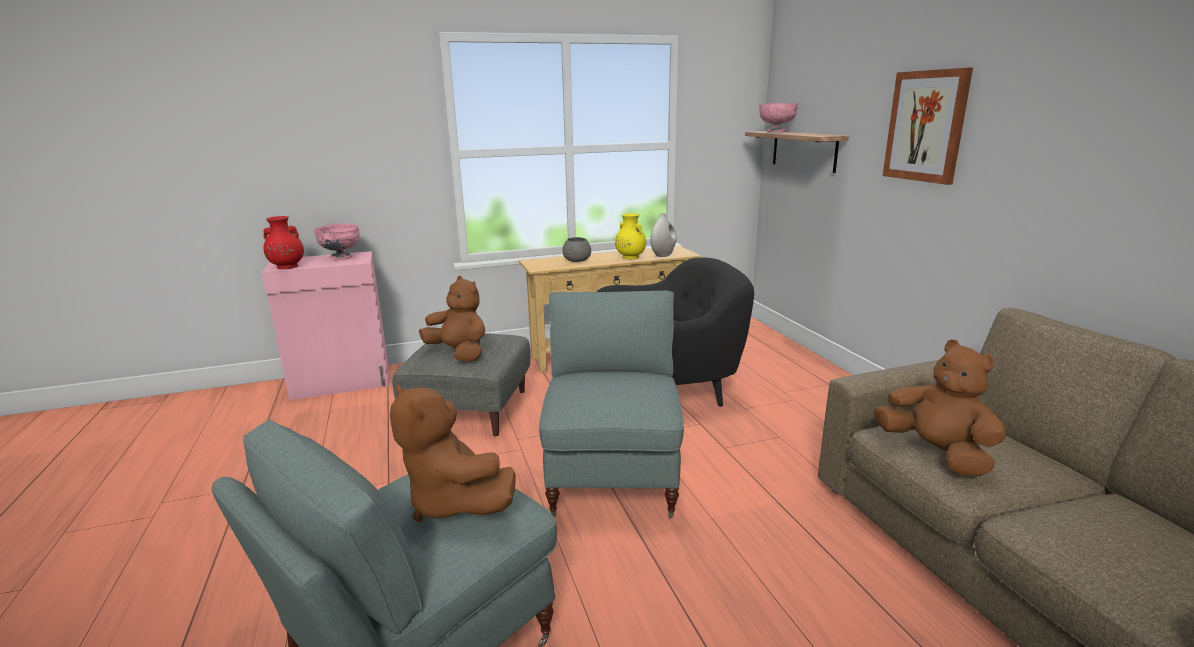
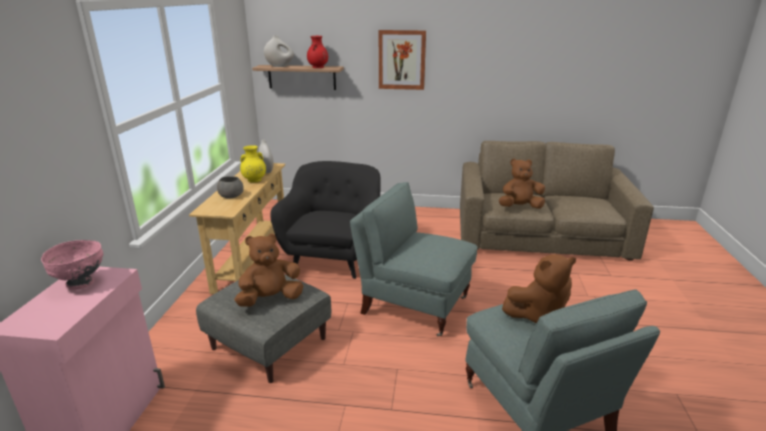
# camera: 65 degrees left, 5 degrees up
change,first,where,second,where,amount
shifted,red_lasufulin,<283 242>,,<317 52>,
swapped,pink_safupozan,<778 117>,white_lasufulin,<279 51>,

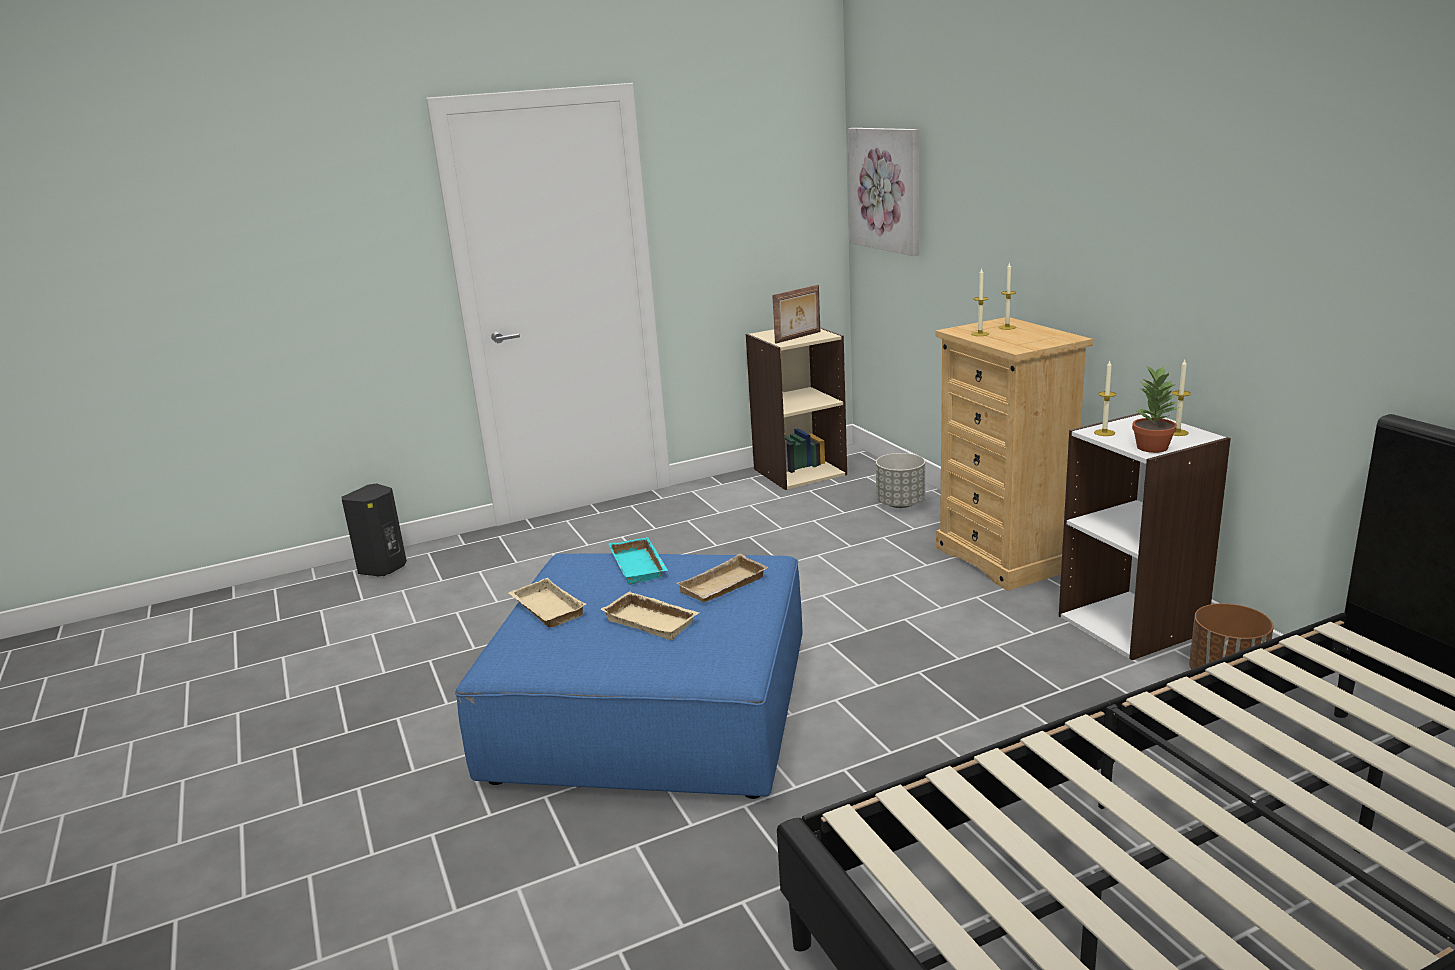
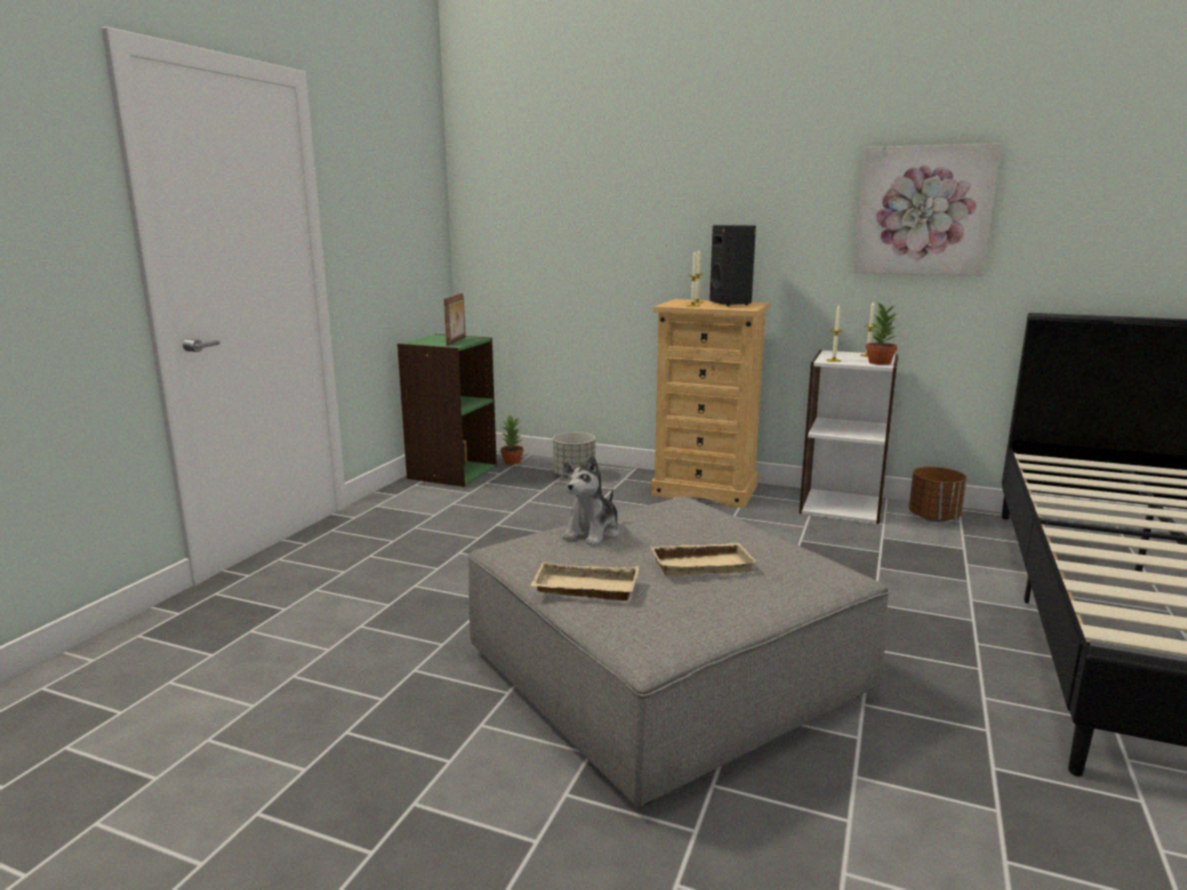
# camera: 45 degrees left, 5 degrees down
change,first,where,second,where,amount
gone,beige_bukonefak,<722 578>,,,
new,,,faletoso,<512 439>,
shifted,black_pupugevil,<374 529>,,<733 265>,
shifted,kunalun,<883 192>,,<927 209>,
swapped,turquoise_bukonefak,<638 561>,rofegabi,<591 500>,
repainted,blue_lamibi,<629 676>,grey_lamibi,<678 651>,
repainted,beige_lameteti,<796 408>,green_lameteti,<447 410>,

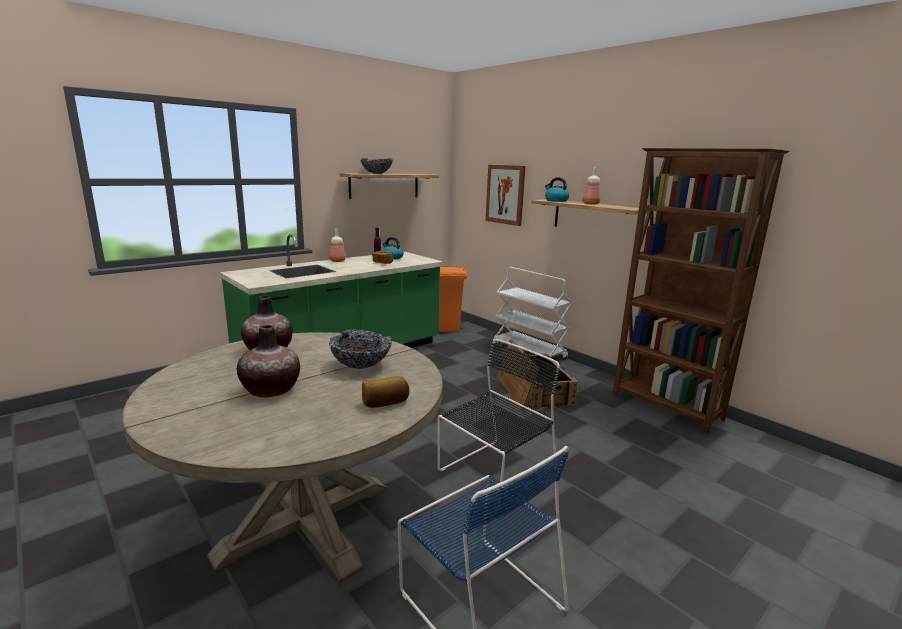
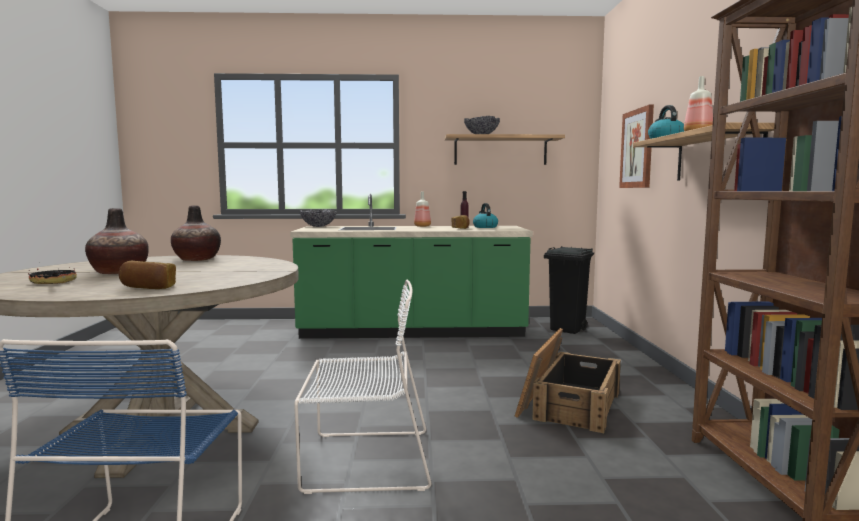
# camera: 40 degrees right, 10 degrees down
change,first,where,second,where,amount
gone,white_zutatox,<532 313>,,,
new,,,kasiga,<52 276>,
shifted,safupozan,<360 349>,,<318 218>,
repainted,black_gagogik,<499 422>,white_gagogik,<363 387>,
repainted,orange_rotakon,<453 299>,black_rotakon,<569 290>,

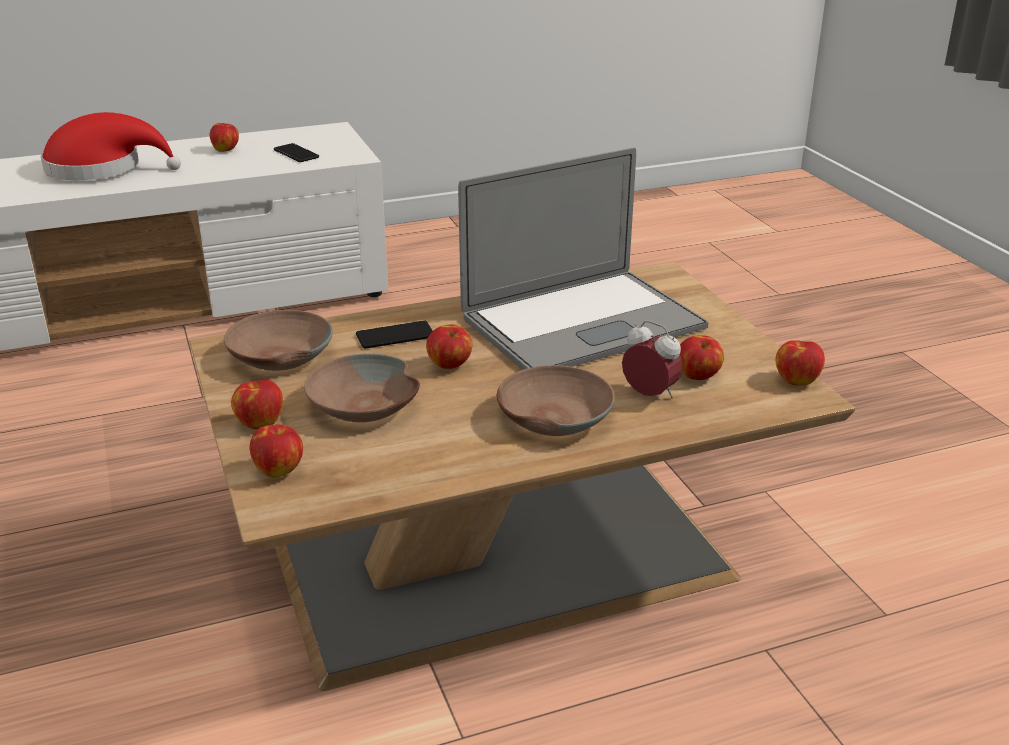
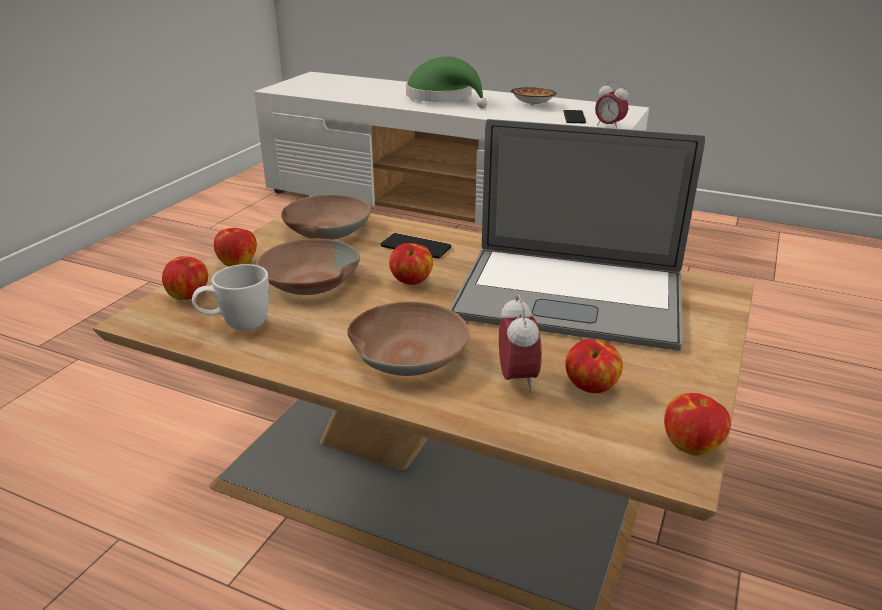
# camera: 45 degrees right, 0 degrees up
change,first,where,second,where,amount
new,,,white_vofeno,<230 297>,
new,,,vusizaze,<611 104>,
swapped,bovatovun,<224 137>,safupozan,<534 96>,
repainted,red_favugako,<111 146>,green_favugako,<446 82>,

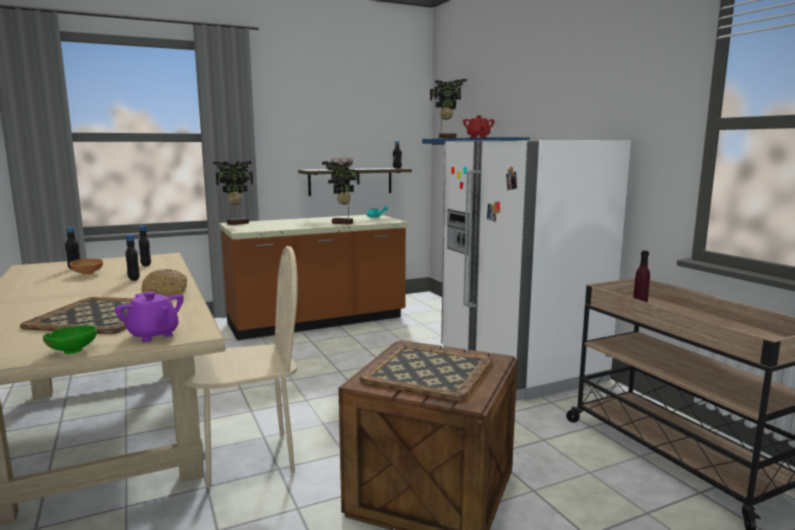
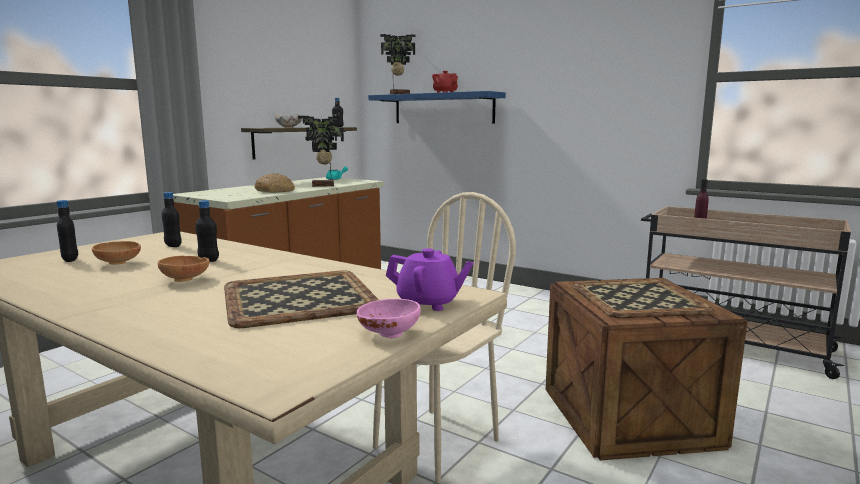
# camera: 30 degrees left, 0 degrees up
change,first,where,second,where,amount
gone,faletoso,<233 193>,,,
gone,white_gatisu,<536 270>,,,
new,,,brown_safupozan,<183 269>,
shifted,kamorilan,<164 283>,,<274 183>,
repainted,green_safupozan,<70 339>,pink_safupozan,<389 318>,

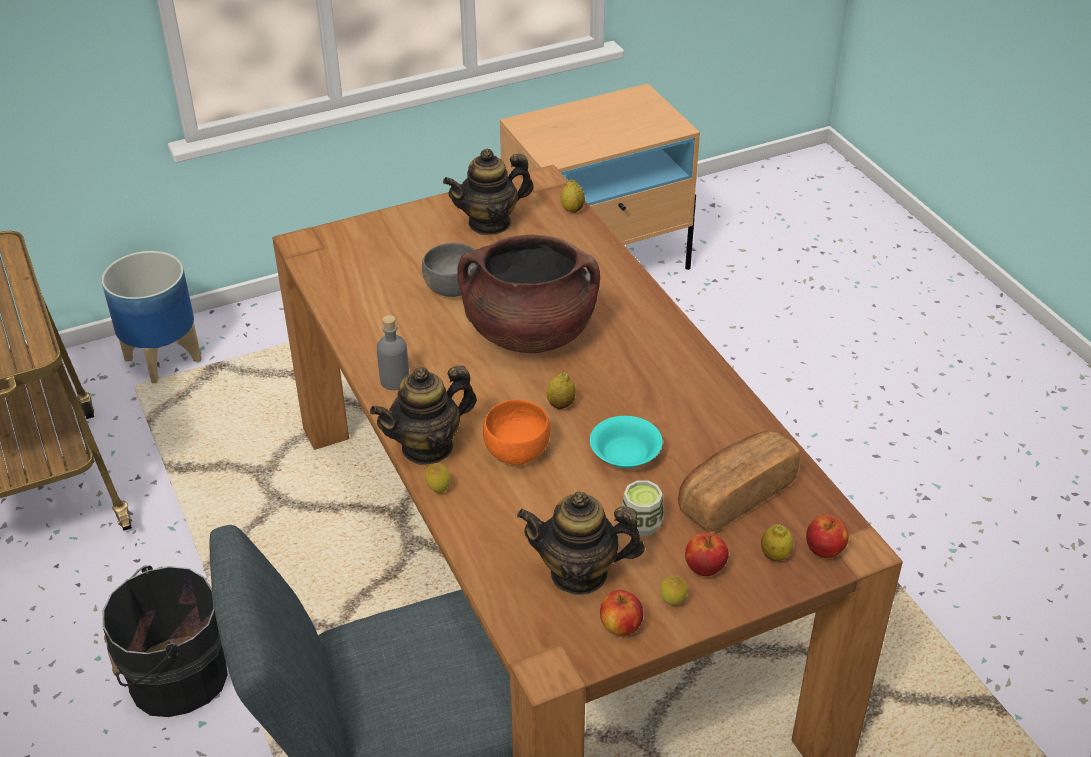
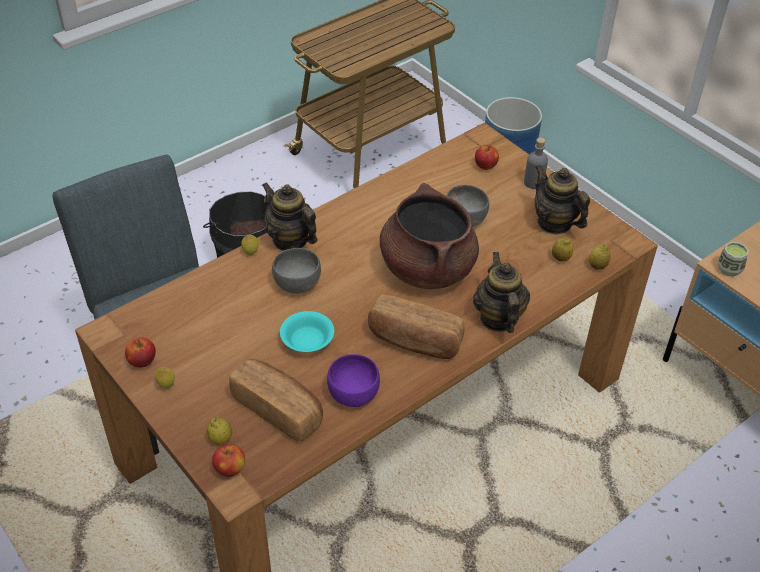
# camera: 75 degrees right, 5 degrees up
change,first,where,second,where,amount
new,,,purple_safupozan,<353 380>,
new,,,kamorilan,<416 327>,
shifted,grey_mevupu,<393 352>,,<536 163>,
shifted,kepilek,<581 543>,,<501 292>,
shifted,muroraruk,<561 390>,,<562 250>,
shifted,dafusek,<643 508>,,<733 259>,
shifted,bovatovun,<707 554>,,<487 157>,
repainted,orange_safupozan,<516 432>,grey_safupozan,<296 271>,

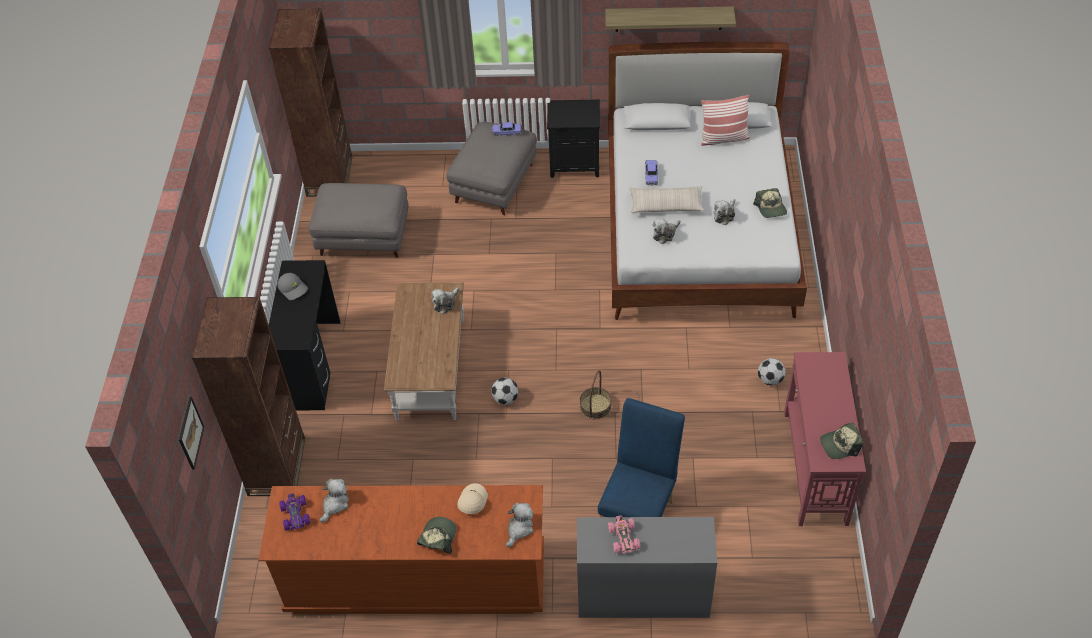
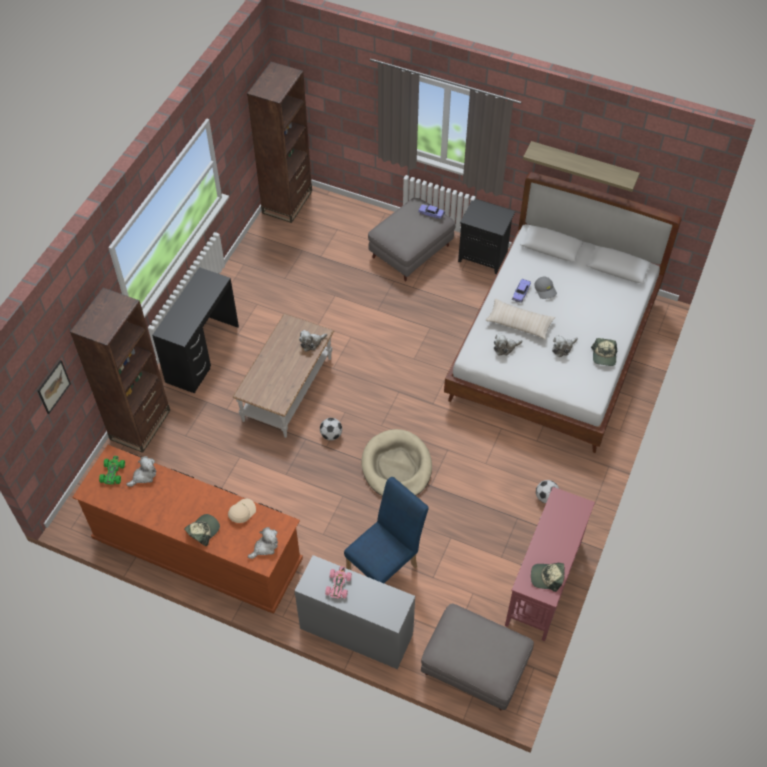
# camera: 20 degrees right, 5 degrees up
change,first,where,second,where,amount
gone,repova,<725 120>,,,
shifted,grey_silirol,<293 286>,,<545 288>,
shifted,grey_lamibi,<359 220>,,<477 656>,
swapped,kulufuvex,<596 394>,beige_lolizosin,<397 462>,
repainted,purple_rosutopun,<294 511>,green_rosutopun,<112 470>,

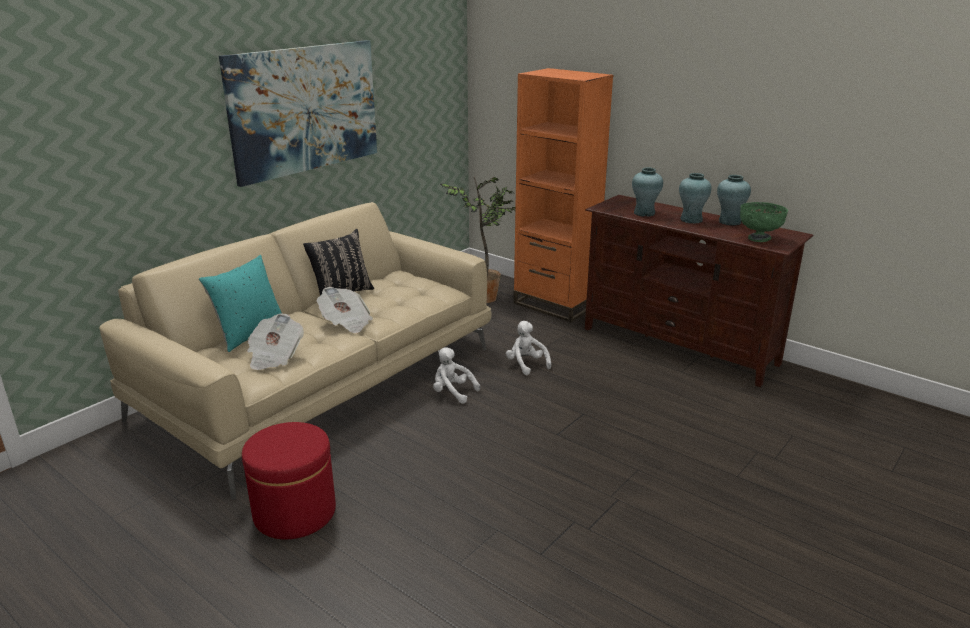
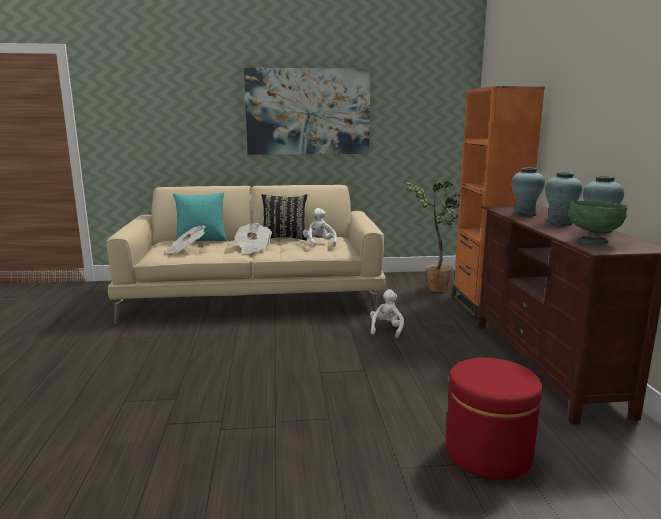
# camera: 45 degrees right, 10 degrees down
change,first,where,second,where,amount
shifted,red_lamibi,<289 480>,,<494 419>,
shifted,white_rofegabi,<456 375>,,<320 227>,

